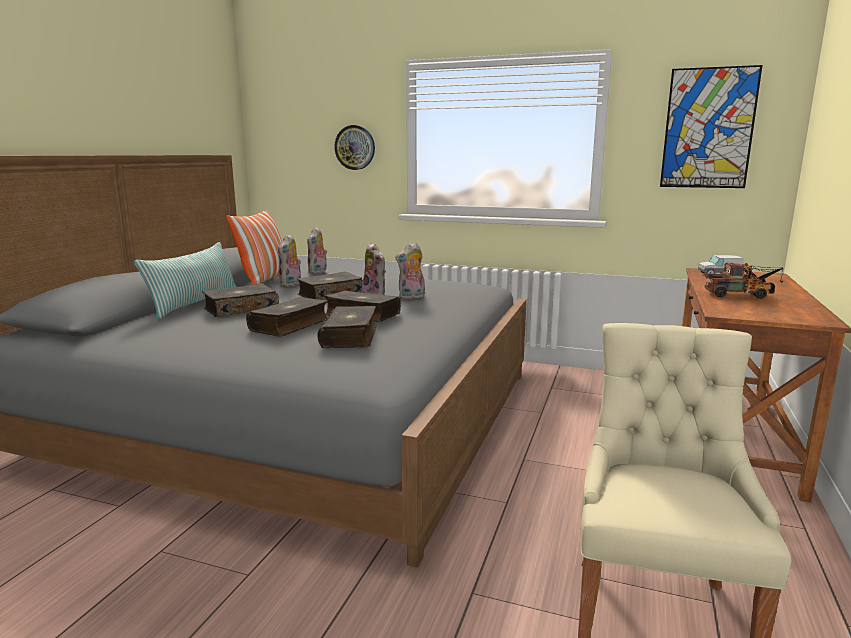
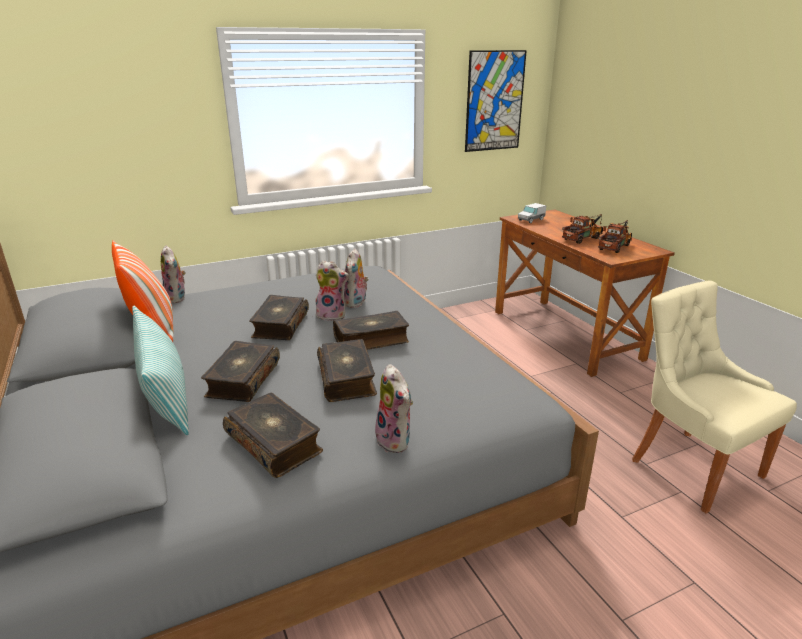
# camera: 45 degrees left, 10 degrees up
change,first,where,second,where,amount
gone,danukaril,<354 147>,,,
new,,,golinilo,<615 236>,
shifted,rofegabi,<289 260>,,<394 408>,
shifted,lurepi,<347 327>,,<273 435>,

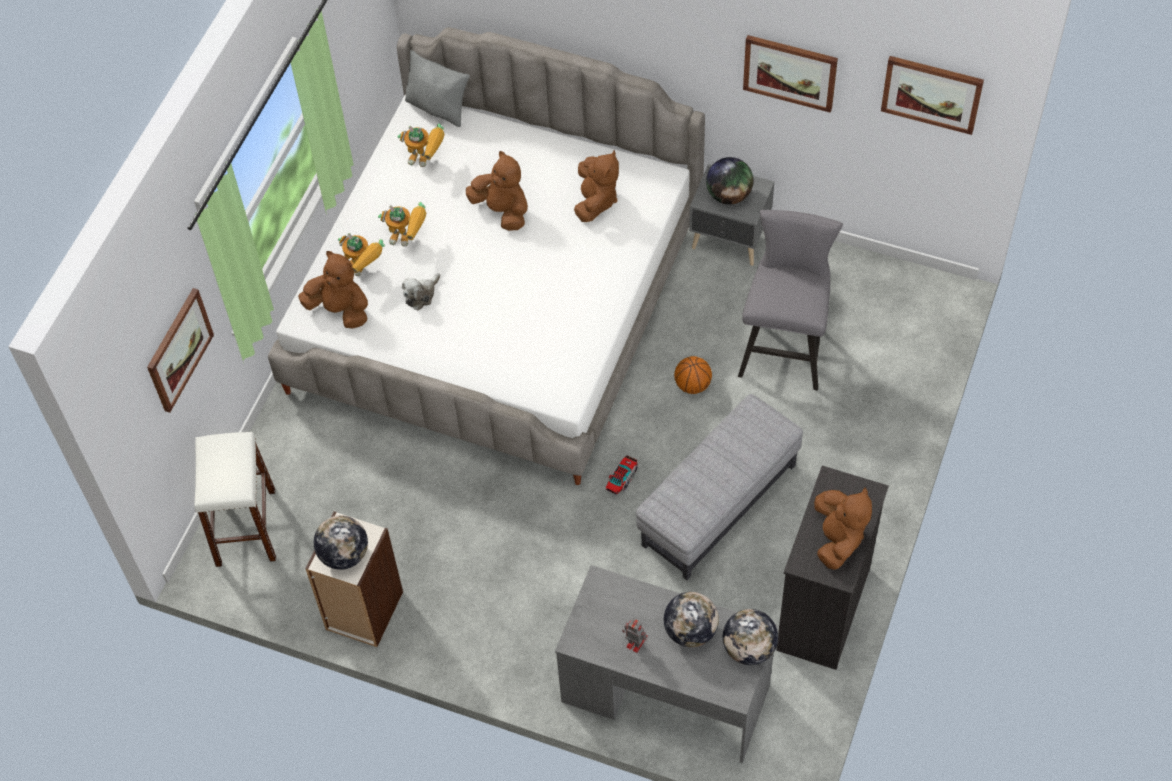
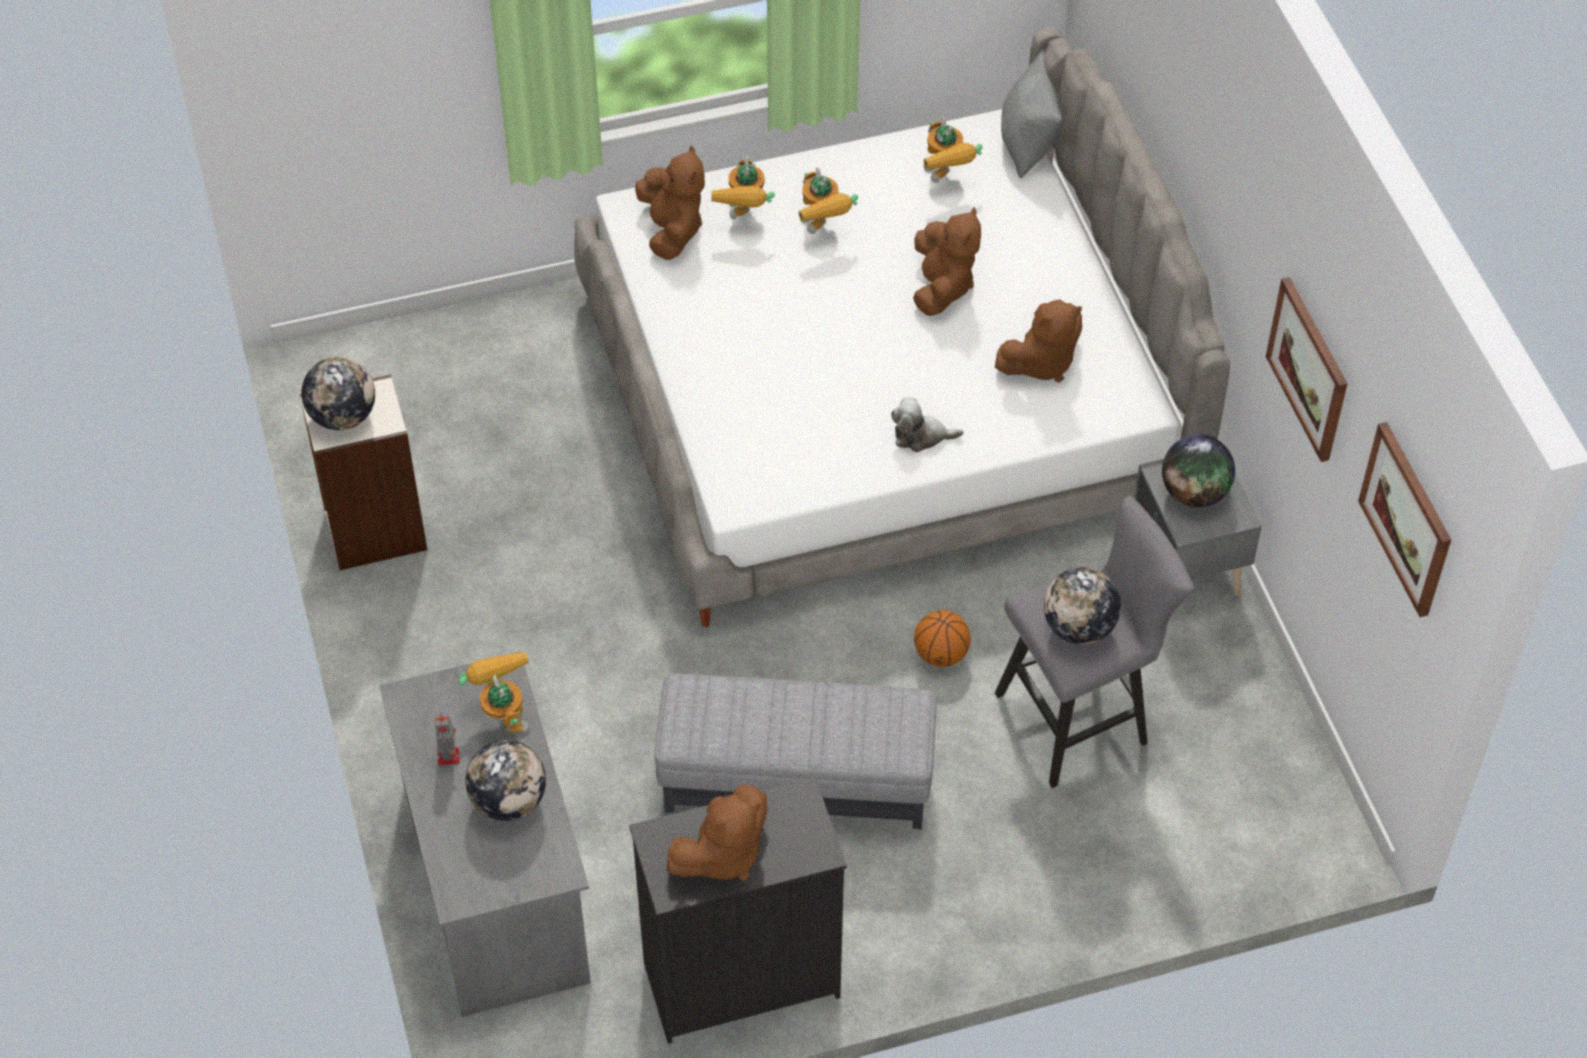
# camera: 50 degrees right, 5 degrees down
change,first,where,second,where,amount
gone,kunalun,<180 350>,,,
gone,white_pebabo,<235 499>,,,
gone,golinilo,<621 475>,,,
new,,,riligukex,<493 692>,
shifted,rofegabi,<421 292>,,<927 424>,
shifted,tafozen,<750 637>,,<1082 605>,

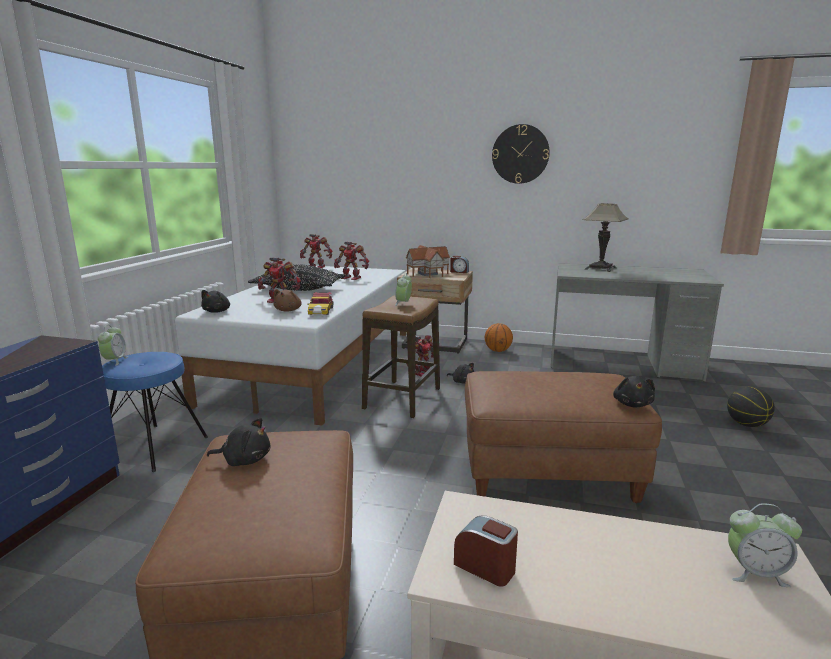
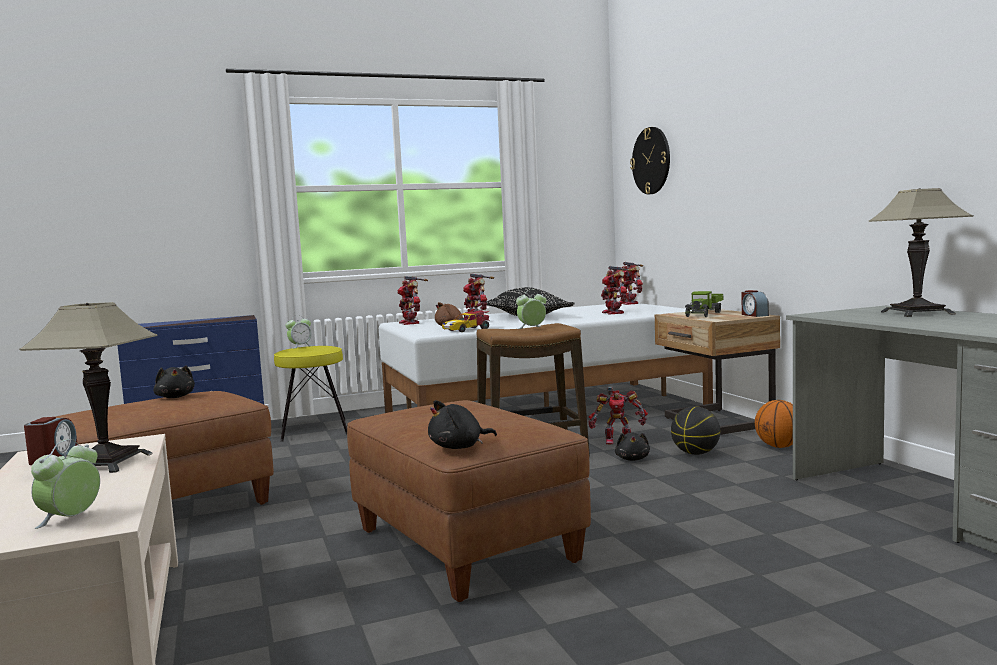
# camera: 55 degrees right, 10 degrees down
change,first,where,second,where,amount
new,,,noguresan,<88 387>,
shifted,danukaril,<521 154>,,<650 160>,
shifted,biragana,<751 407>,,<695 430>,
swapped,black_rofegabi,<215 301>,riligukex,<413 300>,
swapped,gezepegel,<428 261>,golinilo,<704 304>,
repainted,blue_pebabo,<155 412>,yellow_pebabo,<310 394>,
rotated,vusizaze,<765 545>,,<65 484>,45 degrees clockwise

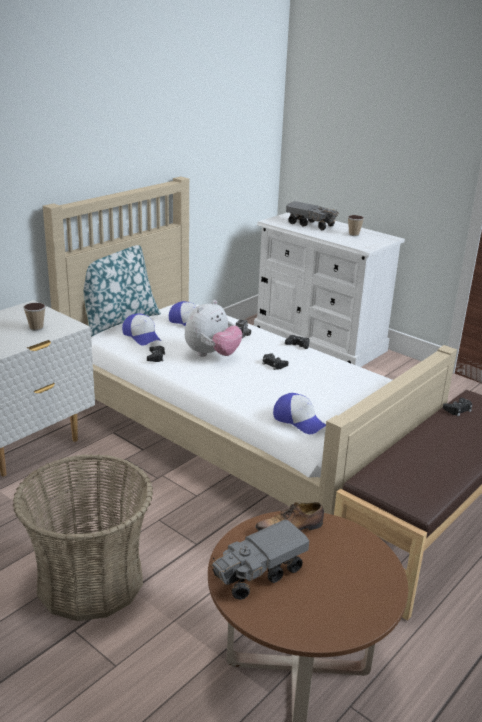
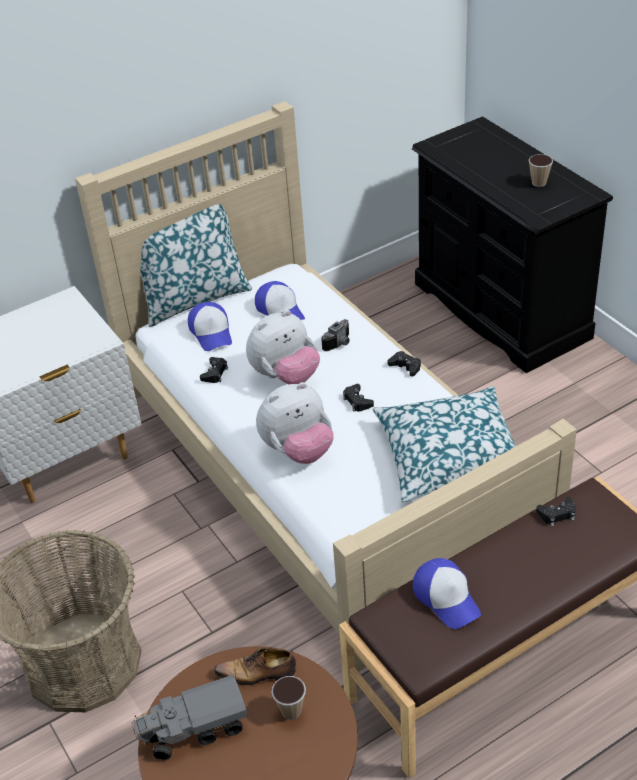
# camera: 20 degrees right, 15 degrees up
change,first,where,second,where,amount
gone,golinilo,<312 215>,,,
new,,,rofegabi,<295 423>,
new,,,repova,<444 444>,
shifted,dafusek,<34 316>,,<289 698>,
shifted,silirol,<299 413>,,<447 593>,
repainted,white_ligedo,<329 290>,black_ligedo,<512 244>,

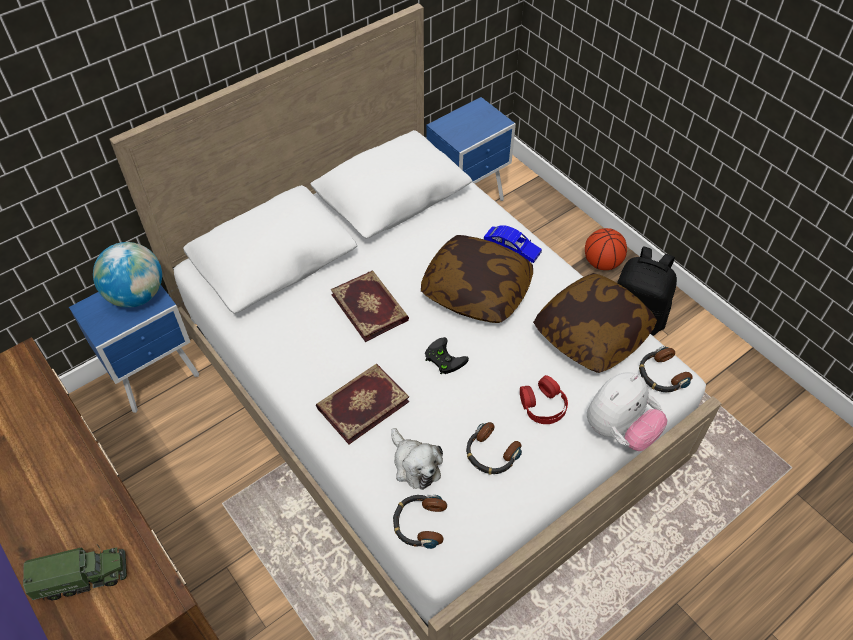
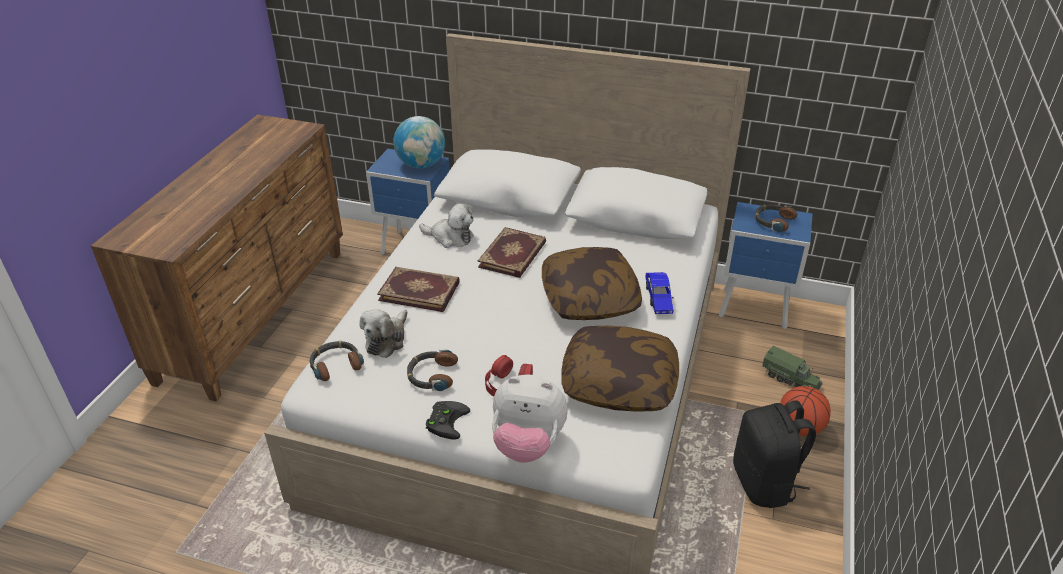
# camera: 55 degrees right, 15 degrees down
change,first,where,second,where,amount
new,,,rofegabi,<446 225>,
shifted,golinilo,<75 572>,,<792 367>,
shifted,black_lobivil,<447 356>,,<448 420>,
shifted,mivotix,<666 369>,,<776 218>,

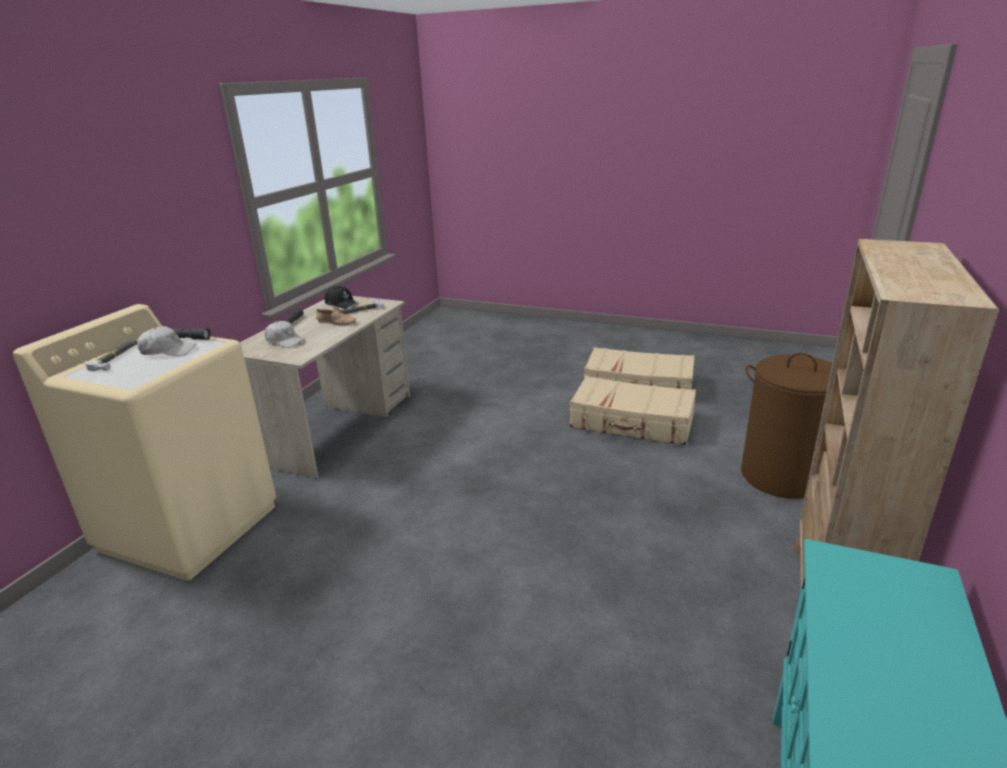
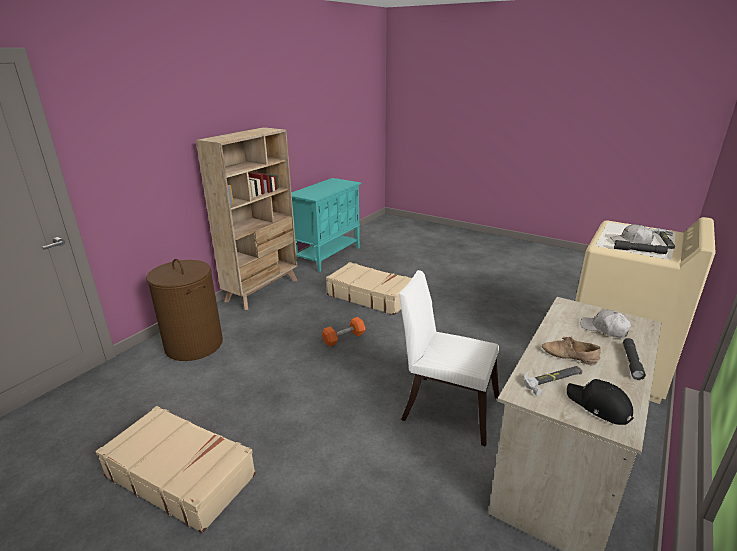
# camera: 170 degrees left, 0 degrees up
change,first,where,second,where,amount
new,,,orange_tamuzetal,<343 332>,
new,,,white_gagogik,<449 358>,
shifted,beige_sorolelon,<633 410>,,<369 288>,

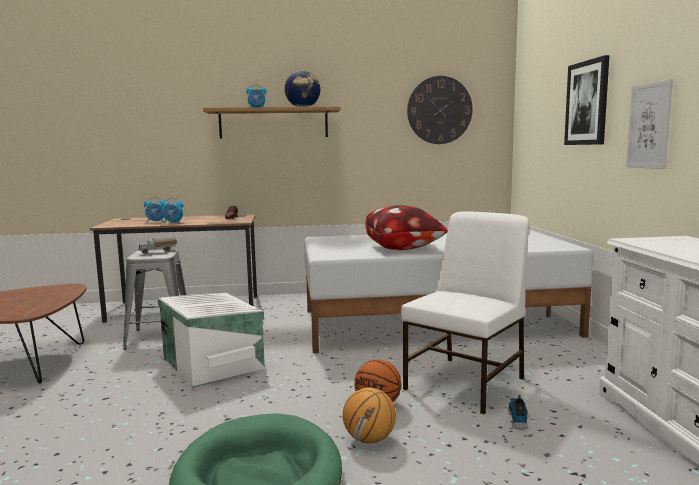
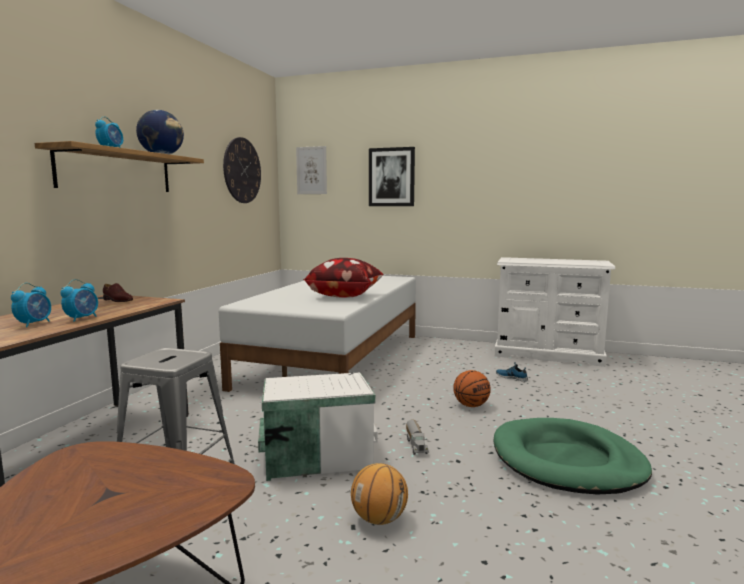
# camera: 65 degrees left, 0 degrees up
change,first,where,second,where,amount
gone,white_gagogik,<465 312>,,,
shifted,golinilo,<157 245>,,<417 437>,
shifted,biragana,<369 415>,,<379 494>,
shifted,kunalun,<649 124>,,<311 170>,

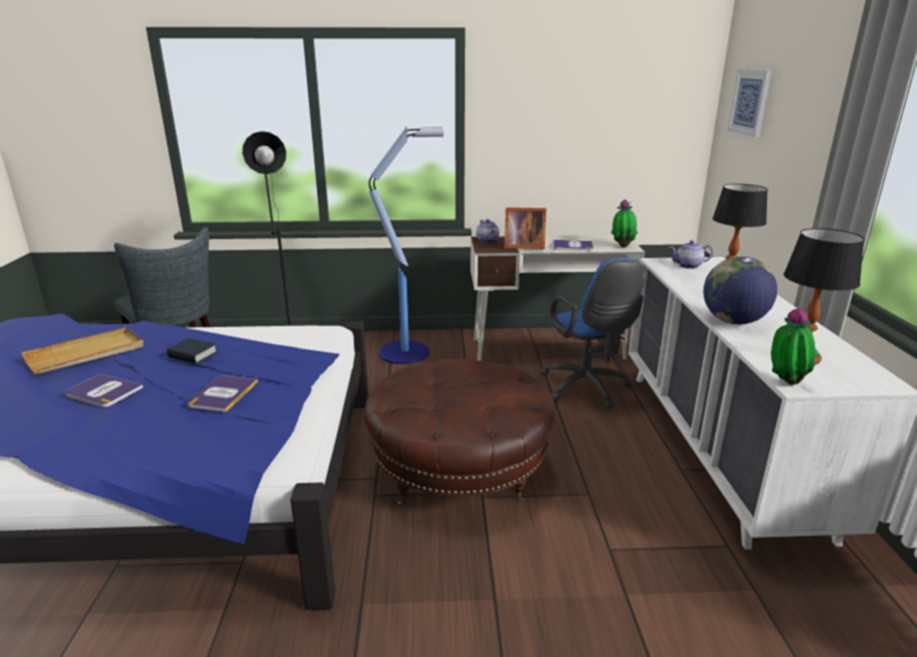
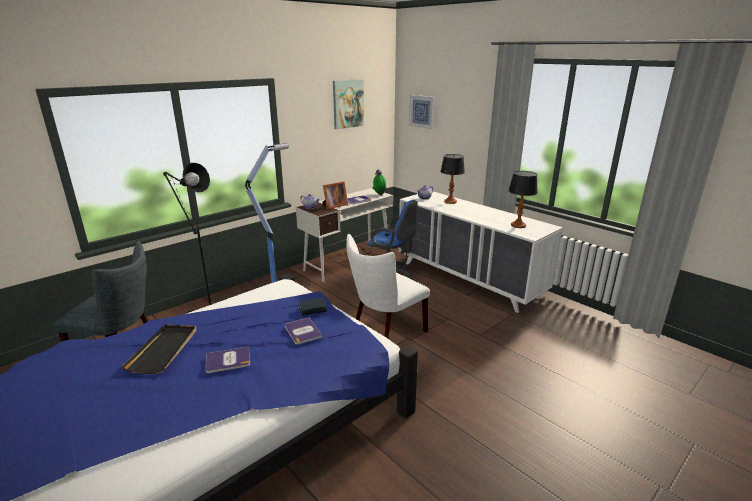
# camera: 40 degrees left, 0 degrees up
change,first,where,second,where,amount
gone,tafozen,<740 290>,,,
gone,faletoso,<795 346>,,,
new,,,kunalun,<348 104>,
shifted,lurepi,<191 351>,,<313 306>,
swapped,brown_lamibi,<459 432>,white_gagogik,<388 286>,
repainted,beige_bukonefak,<82 351>,black_bukonefak,<159 349>,

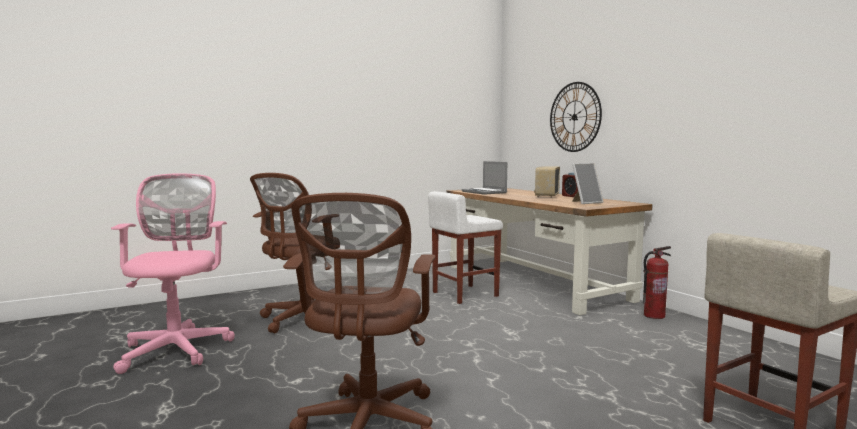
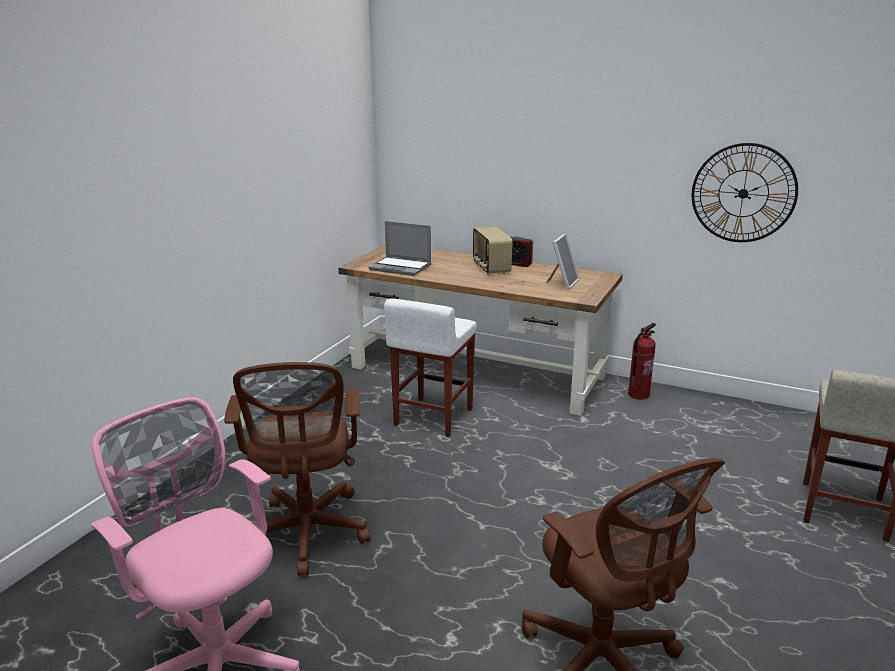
# camera: 35 degrees left, 15 degrees up
change,first,where,second,where,amount
shifted,danukaril,<576 117>,,<745 192>,

